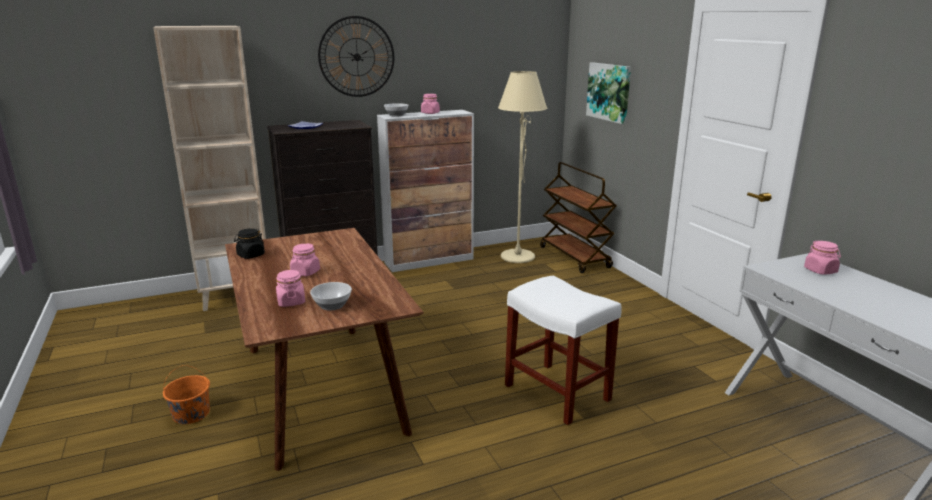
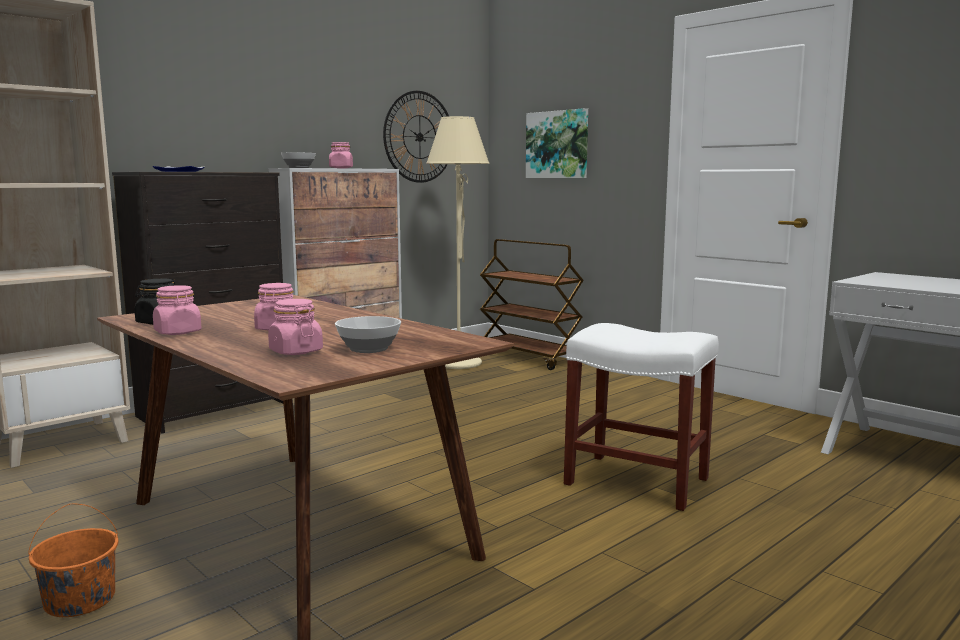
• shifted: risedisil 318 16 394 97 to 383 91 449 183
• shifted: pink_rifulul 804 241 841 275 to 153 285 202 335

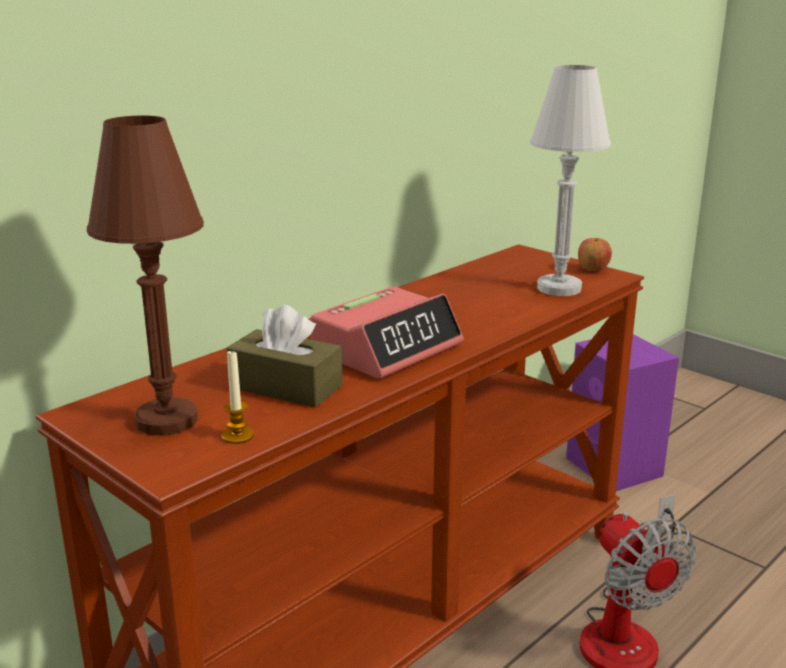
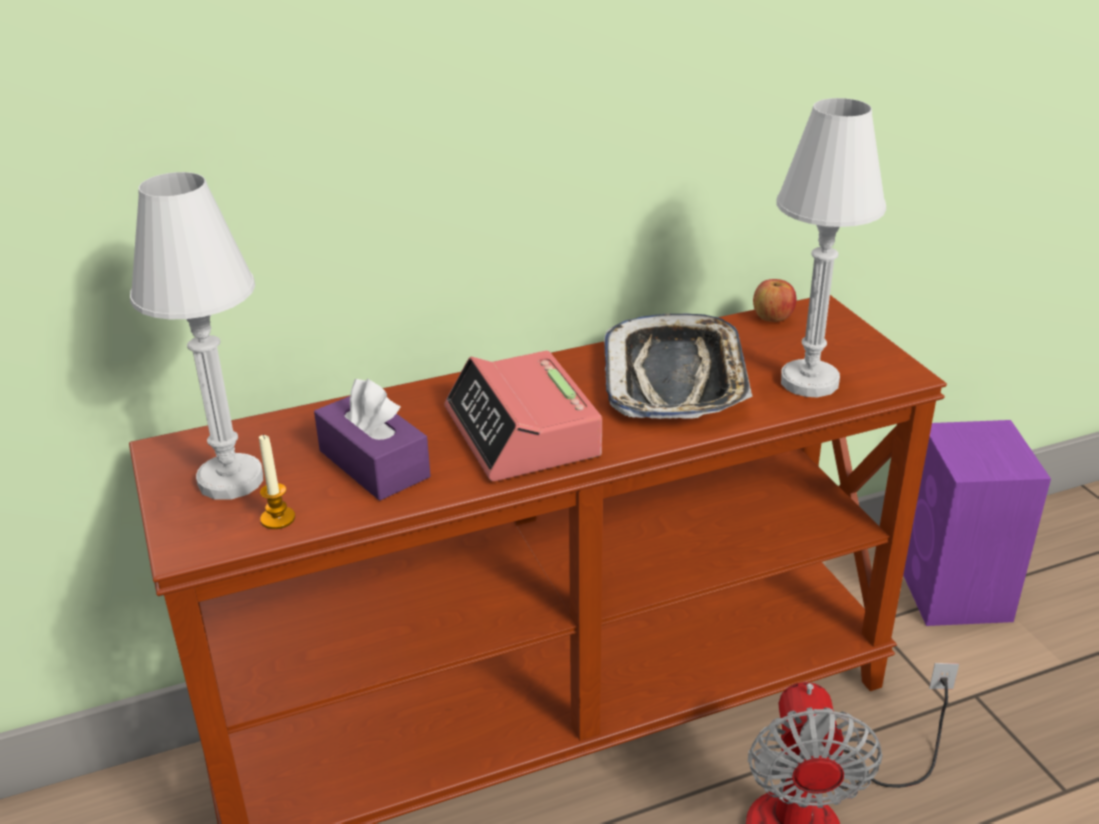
• repainted: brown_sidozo 87 115 204 436 to white_sidozo 130 172 263 500
• shifted: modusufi 578 238 612 271 to 753 279 796 322
• rotated: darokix 311 286 464 379 = 444 350 602 481 90 degrees clockwise
• repainted: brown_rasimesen 226 304 343 408 to purple_rasimesen 314 379 431 501
• new: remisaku 604 313 753 419

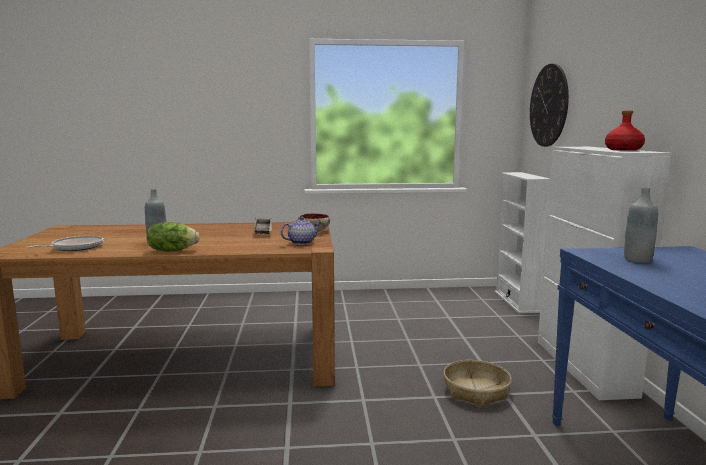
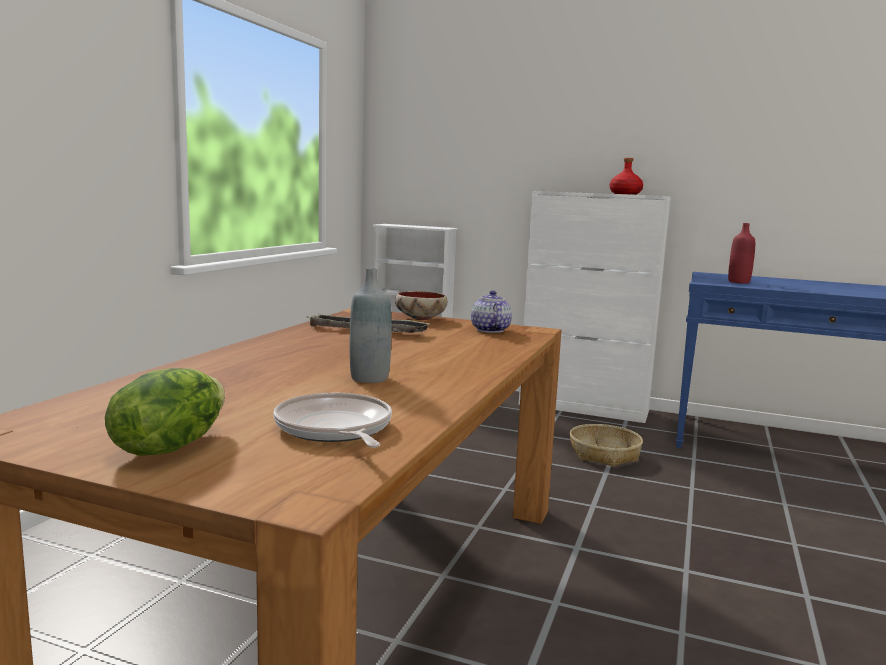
• gone: risedisil 530 64 569 147
• repainted: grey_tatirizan 624 187 658 263 to red_tatirizan 728 223 755 284
• shifted: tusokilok 147 222 200 251 to 105 368 225 456

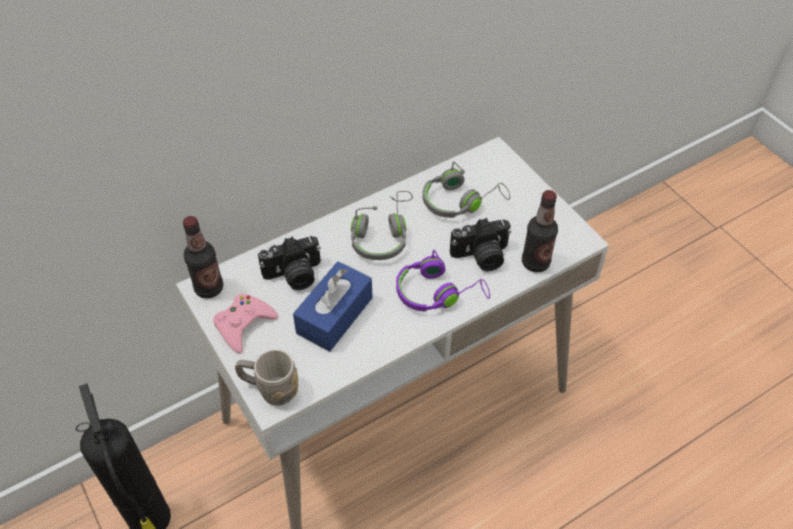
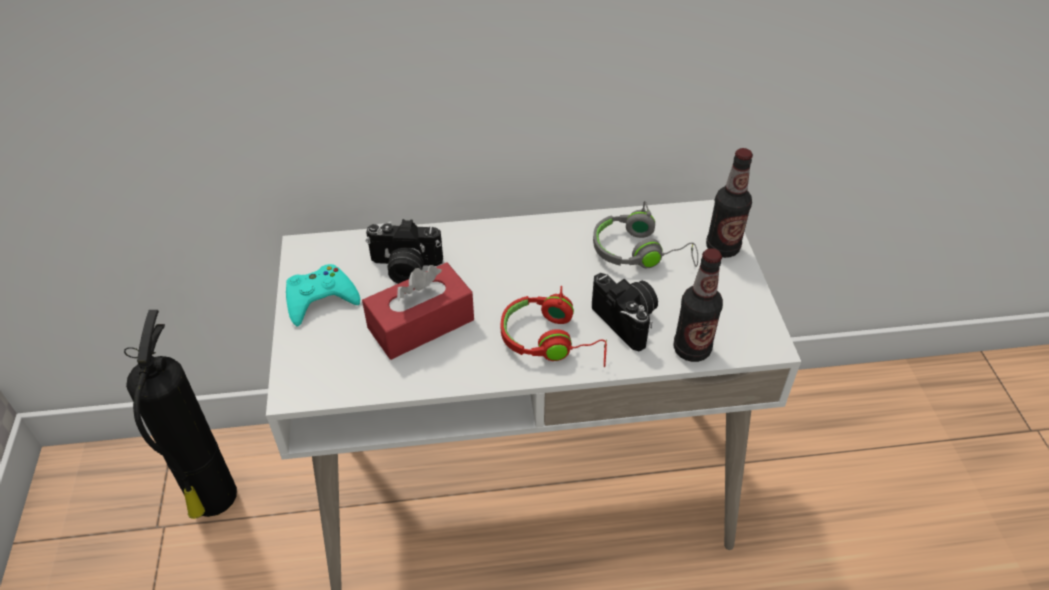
• gone: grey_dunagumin 351 191 413 260
• shifted: tatirizan 183 216 223 298 to 706 148 753 258
• rotated: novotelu 450 218 511 271 = 592 273 658 352 135 degrees counterclockwise
• repainted: purple_dunagumin 396 250 490 312 to red_dunagumin 501 286 607 367
• repainted: blue_rasimesen 293 261 372 352 to red_rasimesen 362 262 474 360
• repainted: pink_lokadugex 213 294 278 354 to turquoise_lokadugex 286 264 360 327
• gone: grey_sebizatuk 235 349 298 406

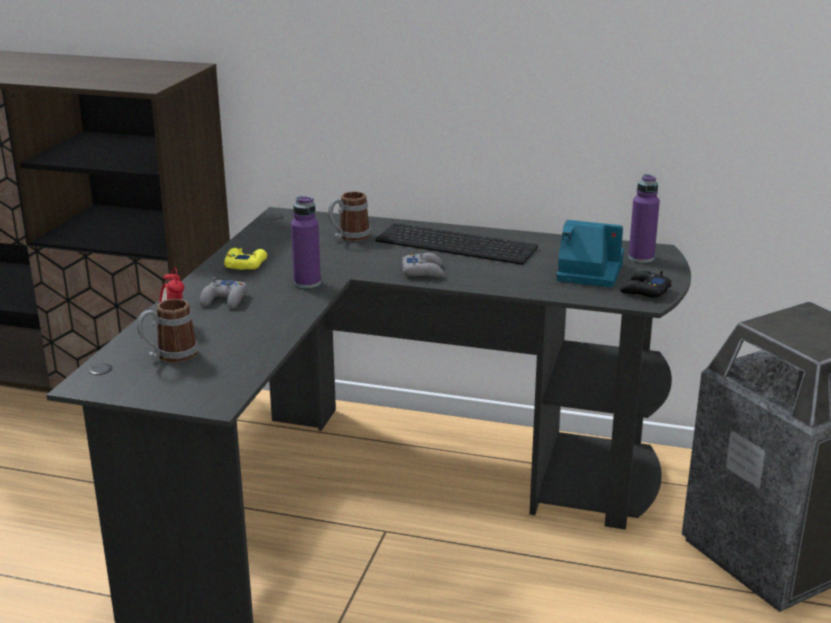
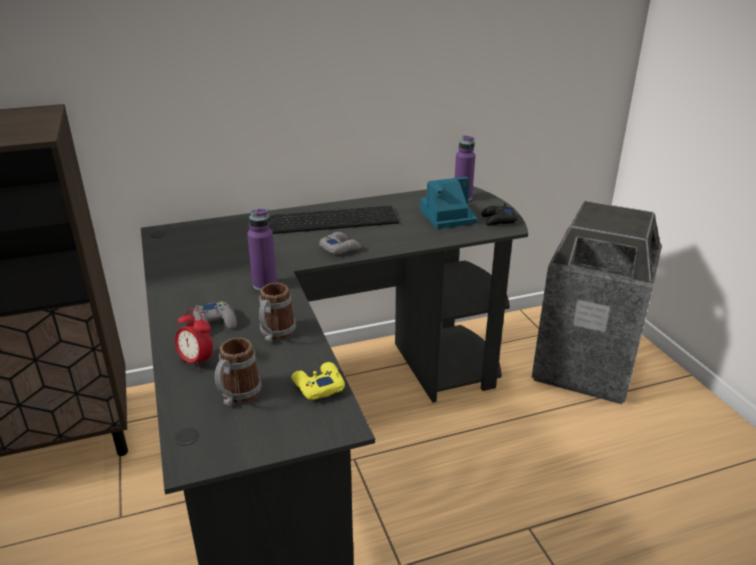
• shifted: sebizatuk 328 191 371 241 to 259 283 296 341
• shifted: yellow_lokadugex 224 248 267 270 to 292 362 345 400

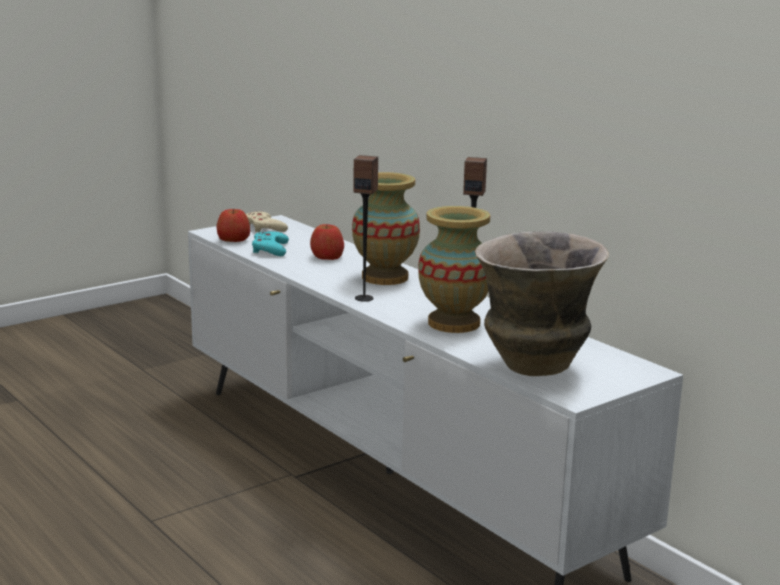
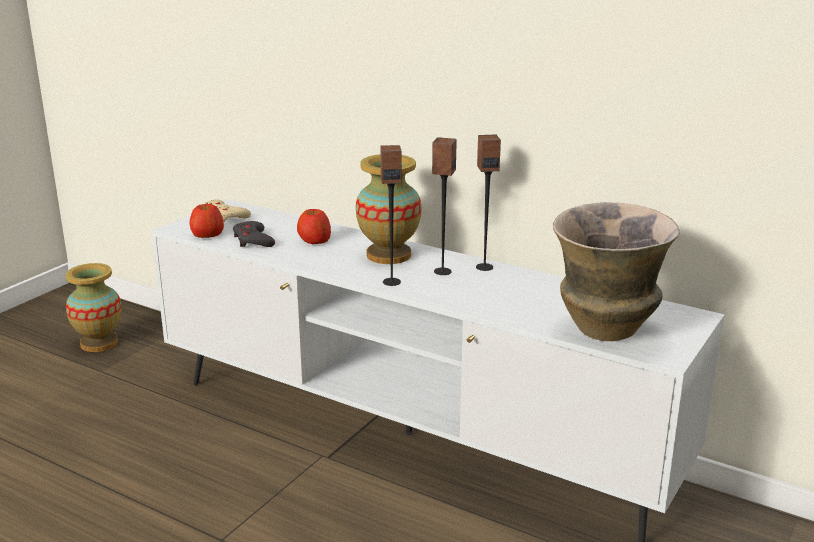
• shifted: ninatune 418 206 490 333 to 66 263 122 352
• repainted: turquoise_lokadugex 252 231 289 256 to grey_lokadugex 233 221 275 247
• new: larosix 432 137 457 275

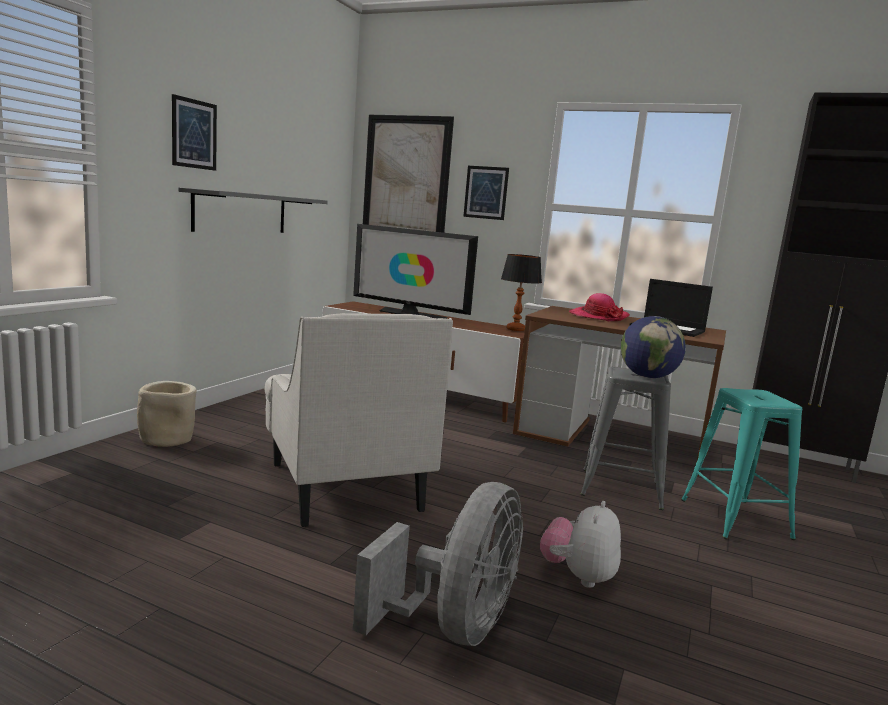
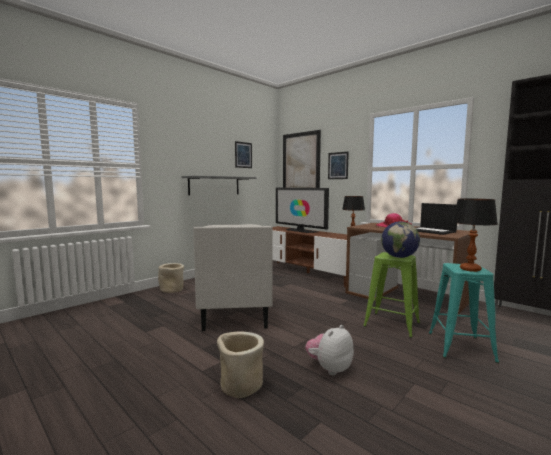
• shifted: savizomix 172 94 217 171 to 235 141 252 168
• repainted: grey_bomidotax 580 367 671 510 to green_bomidotax 363 252 420 338
• swapped: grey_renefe 353 482 523 646 to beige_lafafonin 217 331 264 398
• new: sidozo 452 199 498 272

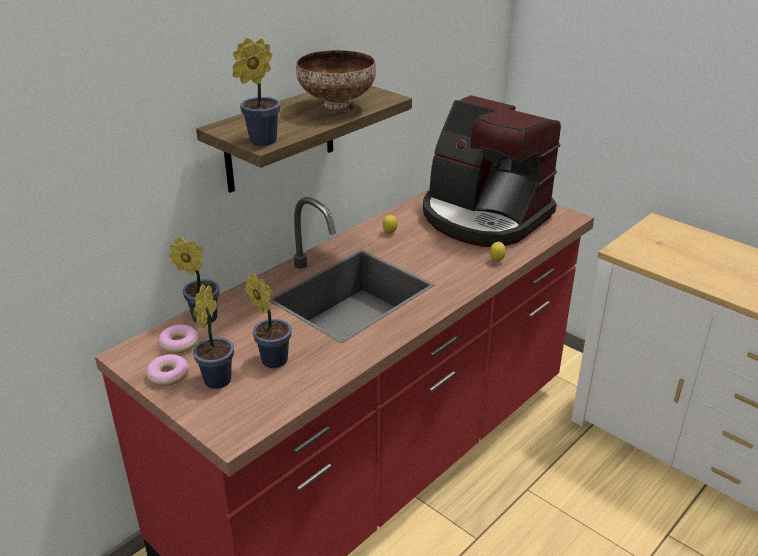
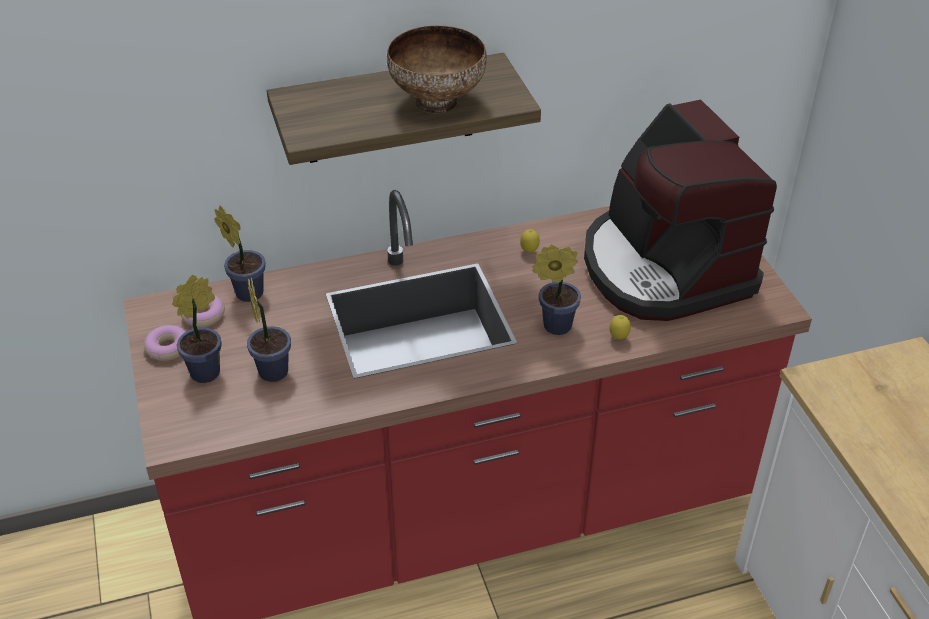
• shifted: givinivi 232 38 280 146 to 532 245 581 335

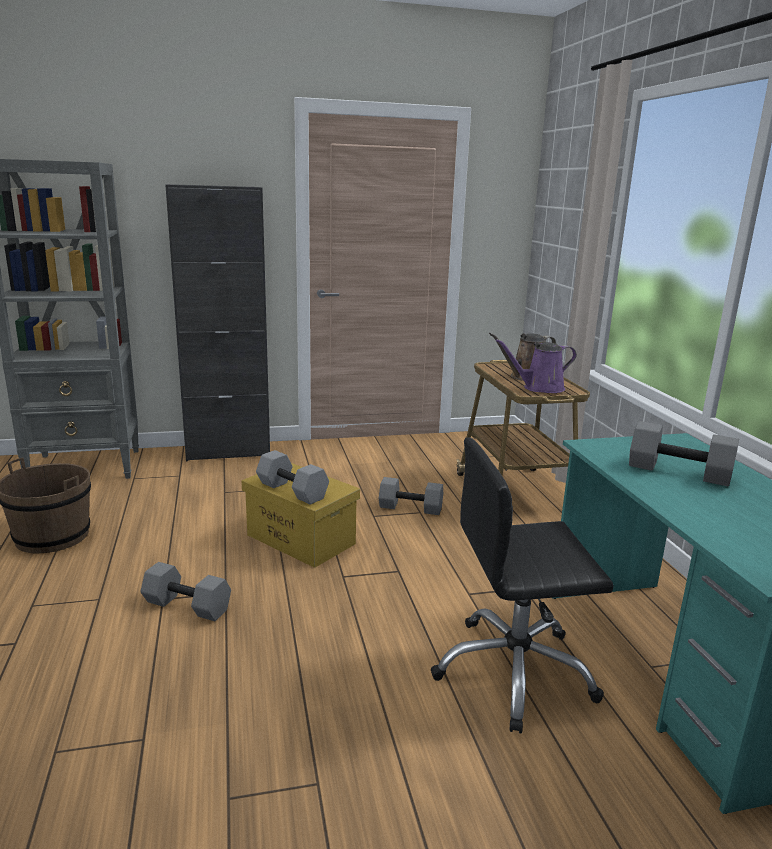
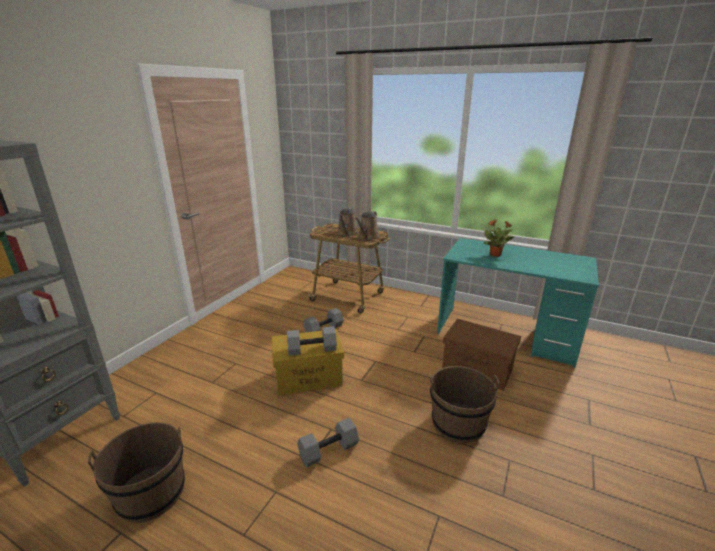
• gone: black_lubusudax 165 184 270 461
• repainted: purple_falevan 495 339 577 393 to brown_falevan 355 211 380 240
• swapped: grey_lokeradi 629 421 739 487 to givinivi 484 220 514 257
• swapped: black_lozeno 431 437 614 733 to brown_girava 442 319 521 391
• new: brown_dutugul 430 366 500 443

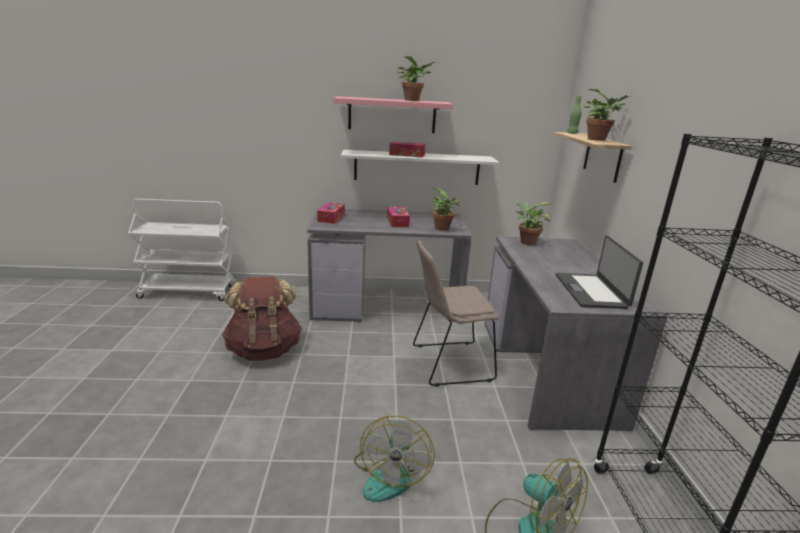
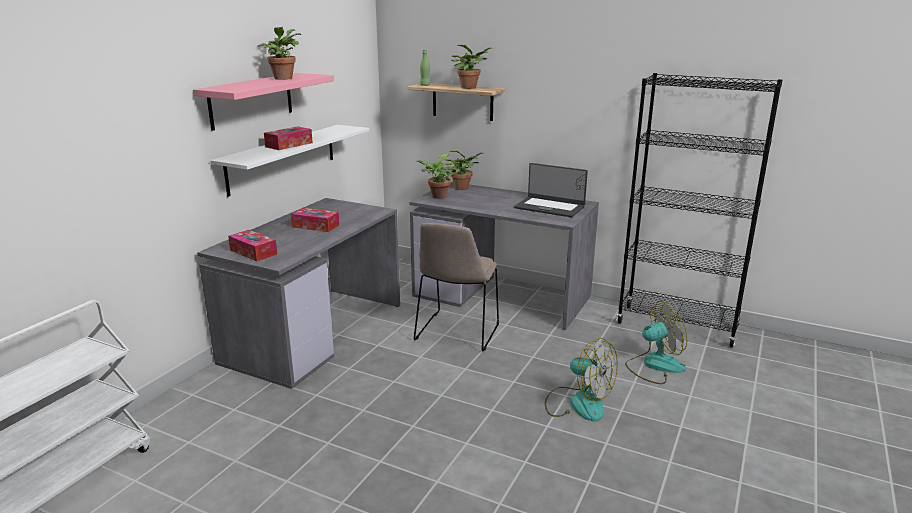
• shifted: givinivi 431 188 461 231 to 444 150 484 190
• gone: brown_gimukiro 222 276 302 361

